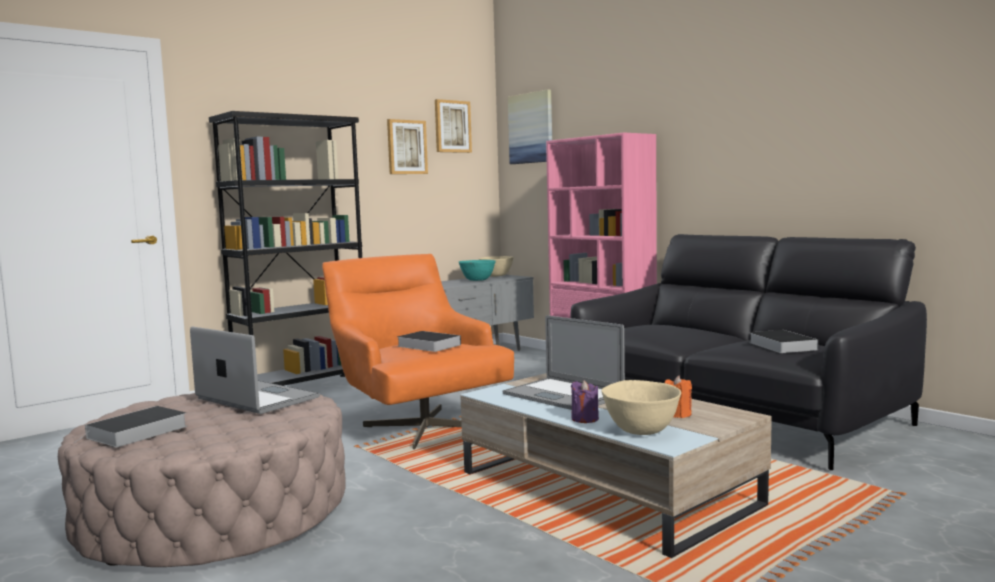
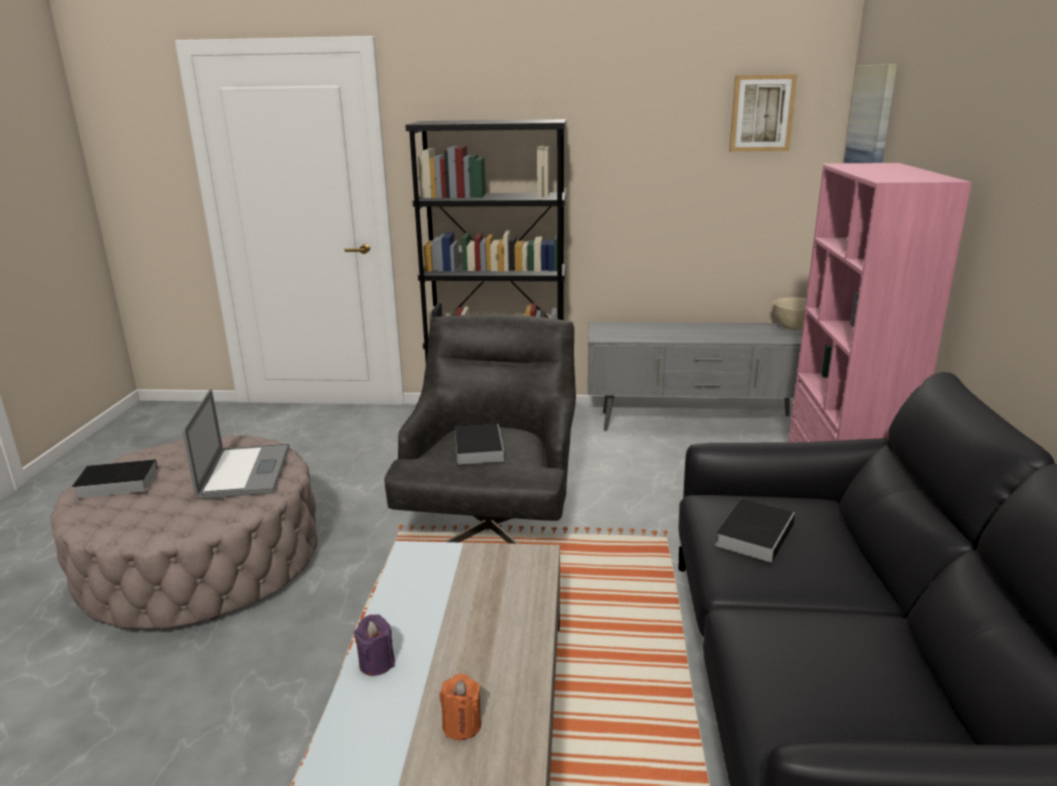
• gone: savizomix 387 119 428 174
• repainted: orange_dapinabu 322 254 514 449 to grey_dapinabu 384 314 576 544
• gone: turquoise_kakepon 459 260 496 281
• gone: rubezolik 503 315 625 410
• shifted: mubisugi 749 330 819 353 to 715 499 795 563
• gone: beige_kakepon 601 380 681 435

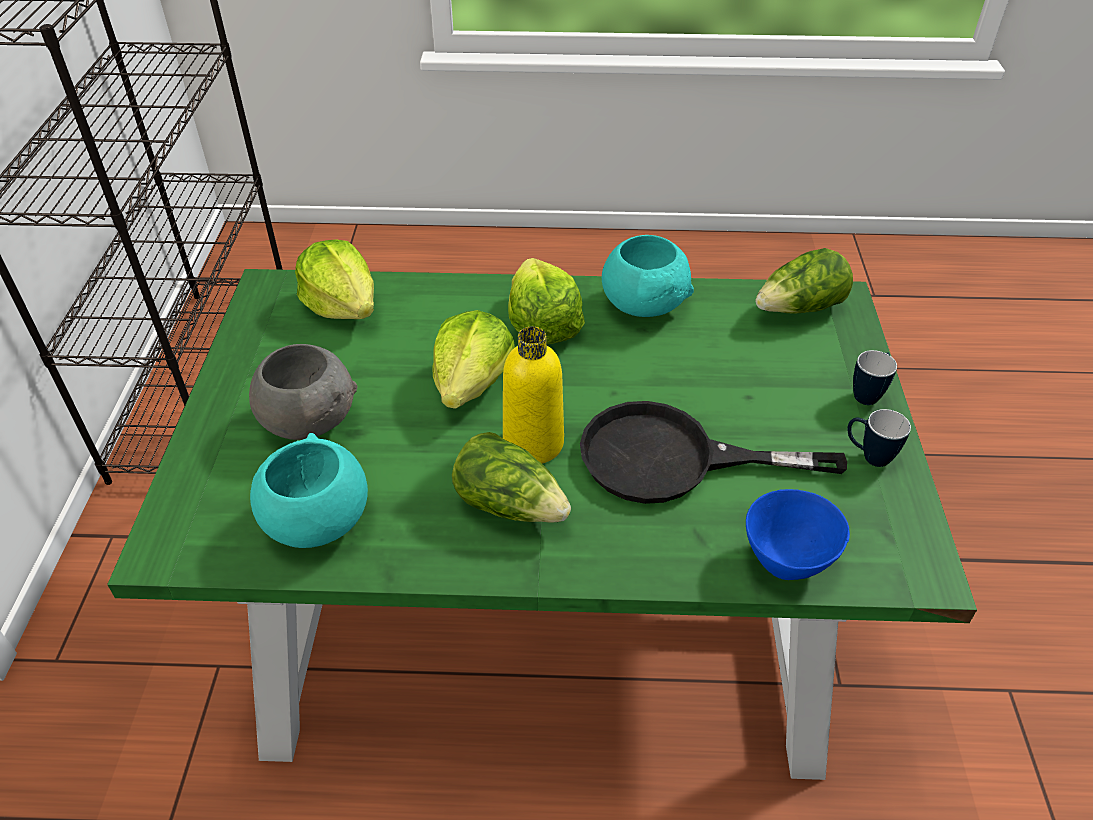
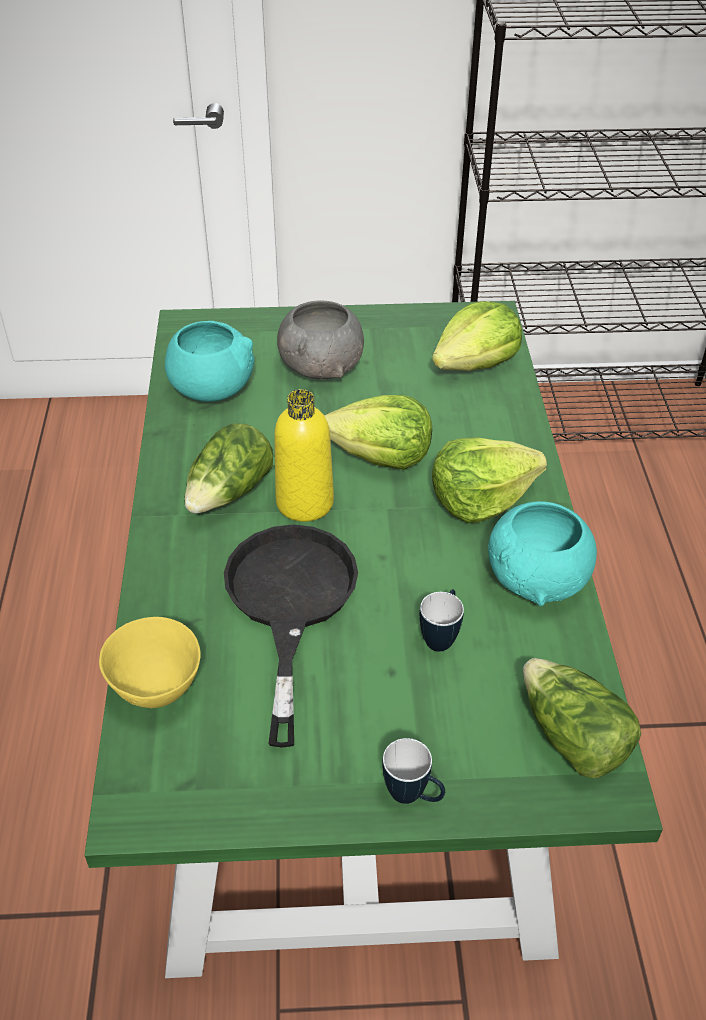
• shifted: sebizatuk 847 409 911 467 to 420 589 464 652
• repainted: blue_kakepon 746 489 850 580 to yellow_kakepon 99 617 201 708

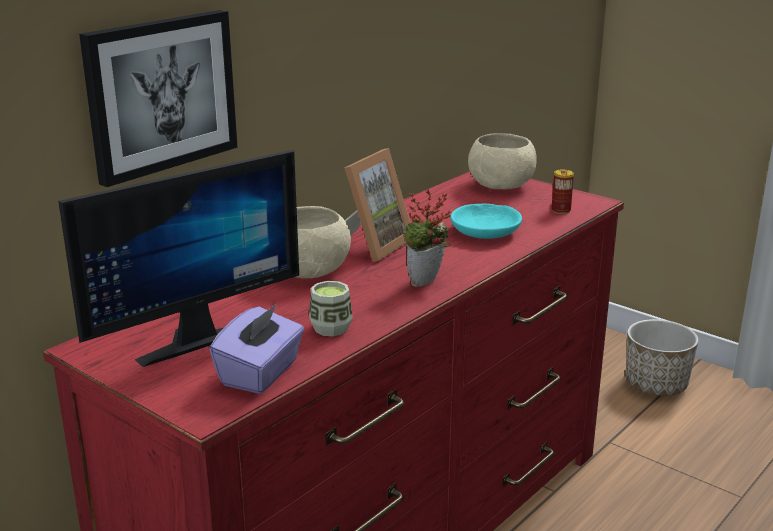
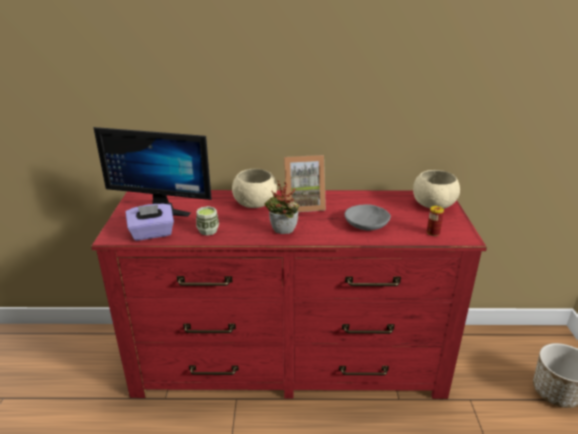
• gone: savizomix 79 10 237 187
• repainted: turquoise_kakepon 450 203 522 239 to grey_kakepon 345 204 391 230

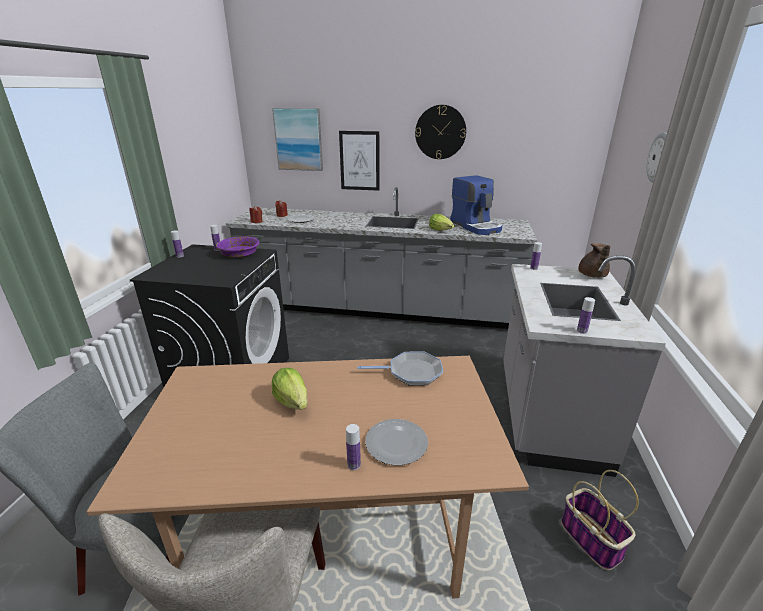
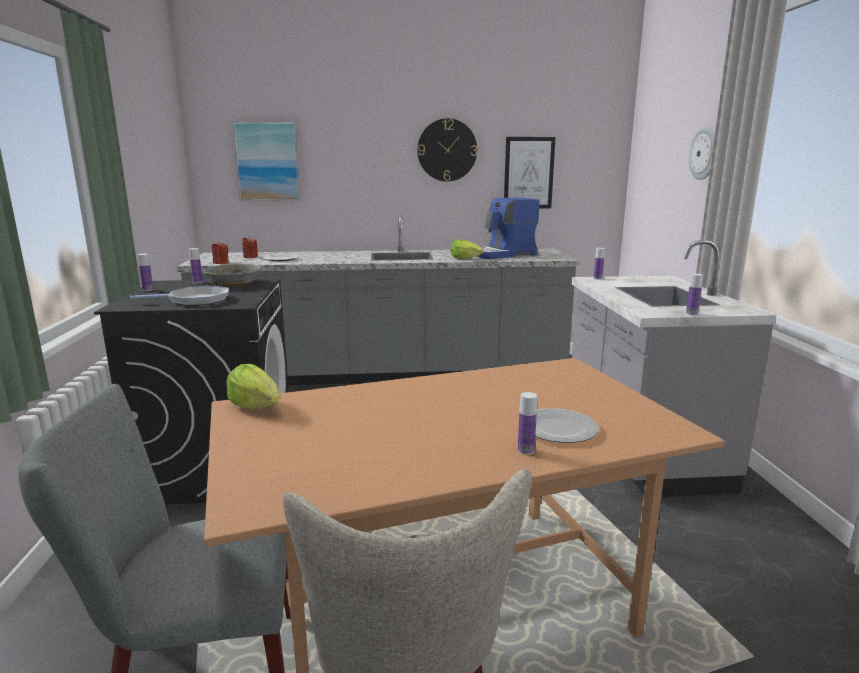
• shifted: savizomix 339 131 379 191 to 504 137 556 209
• rotated: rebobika 450 175 502 235 = 476 197 540 259 105 degrees clockwise
• repainted: purple_kakepon 216 236 260 257 to grey_kakepon 202 263 261 287
• gone: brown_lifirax 578 243 610 278
• shifted: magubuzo 357 352 443 386 to 130 286 229 306
• shifted: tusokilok 272 368 307 410 to 226 363 280 409
• gone: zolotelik 561 470 638 570

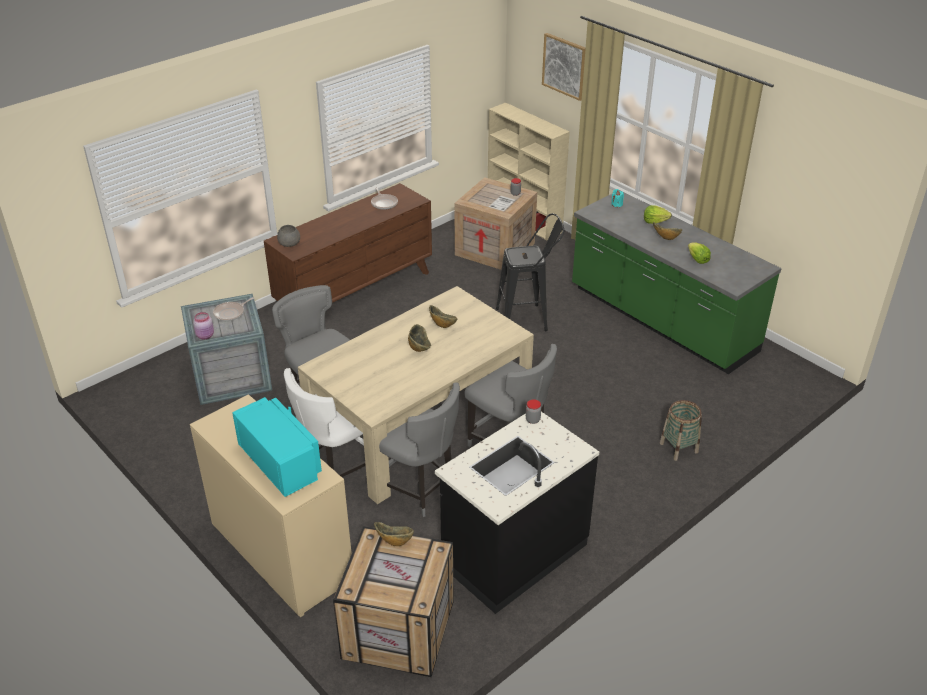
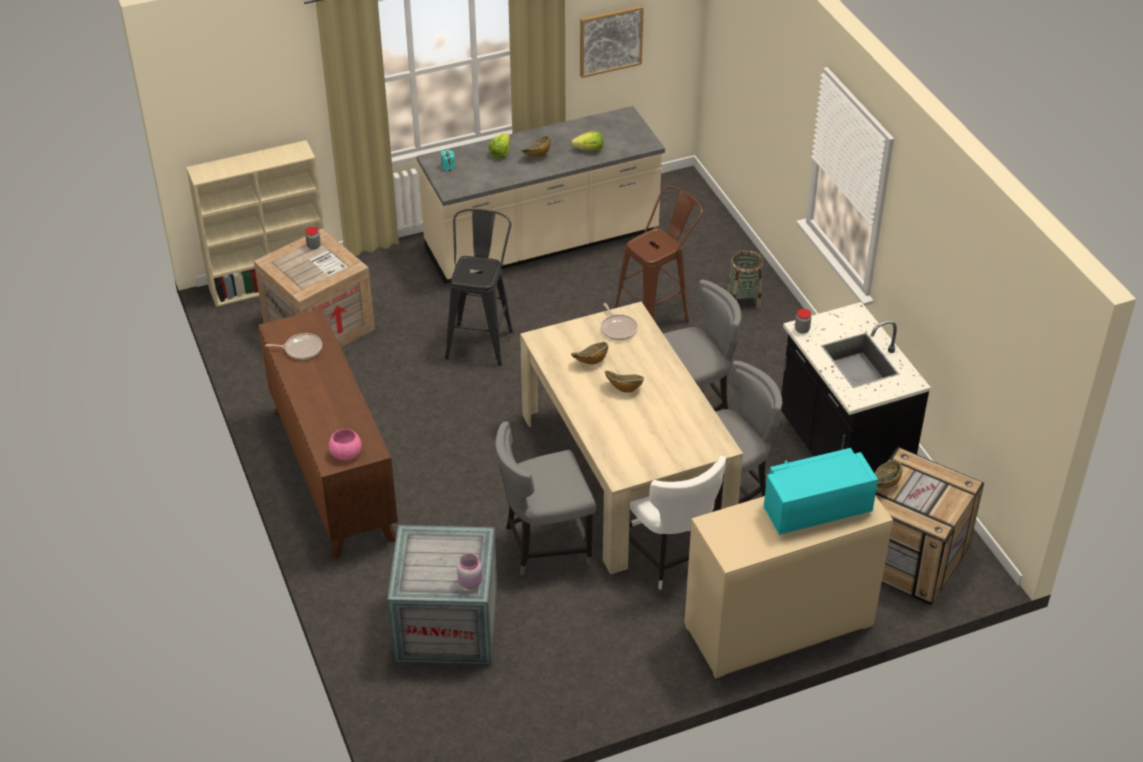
• shifted: savizomix 542 33 586 101 to 580 5 644 78
• repainted: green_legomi 572 192 782 374 to beige_legomi 417 106 665 284
• repainted: grey_kakepon 277 225 300 247 to pink_kakepon 329 429 362 460
• shifted: magubuzo 213 297 254 321 to 601 303 638 340
• new: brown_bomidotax 614 186 703 323

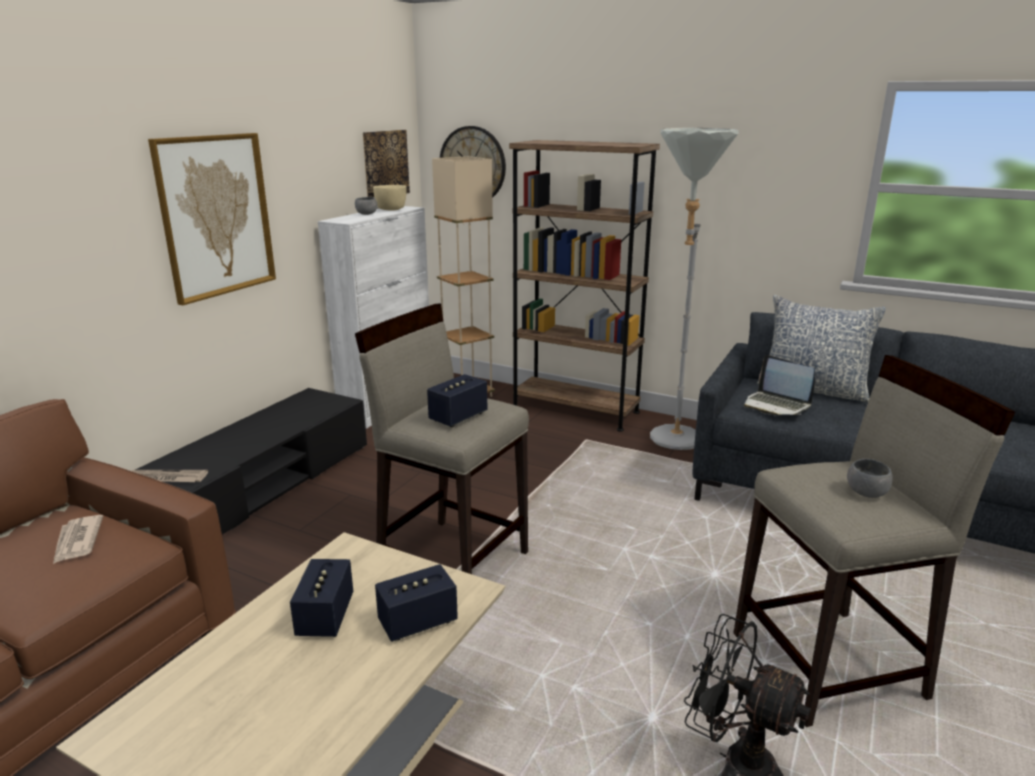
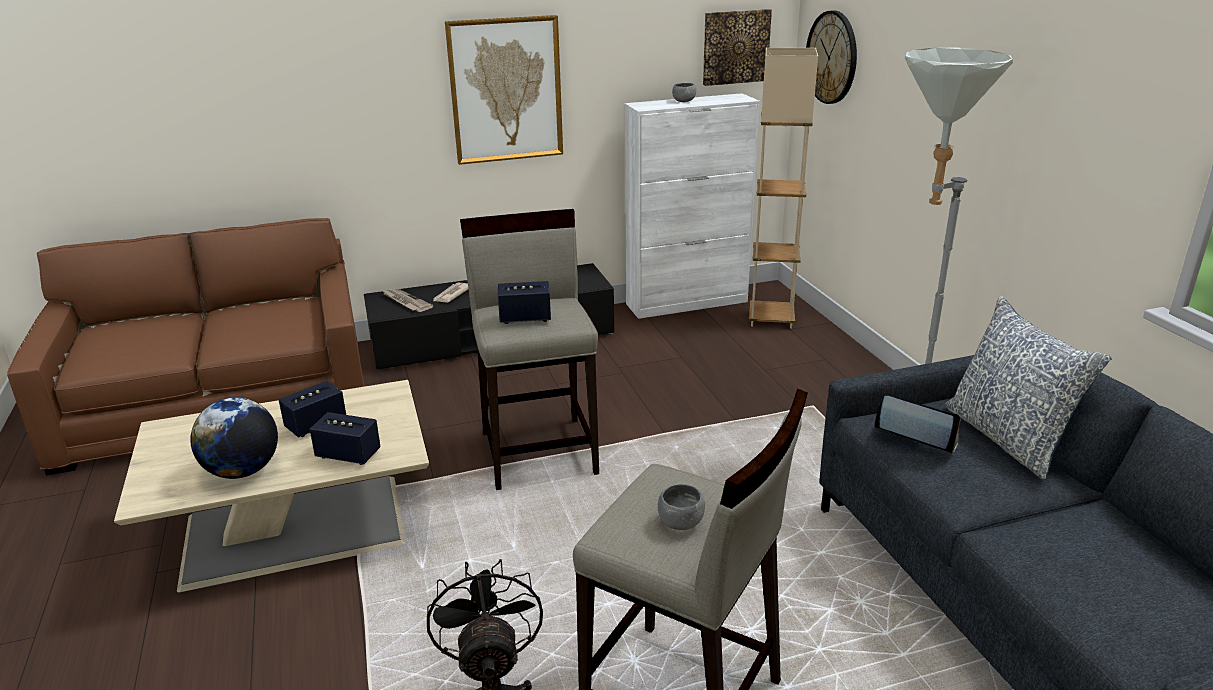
• gone: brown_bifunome 509 140 660 432
• gone: beige_kakepon 373 185 407 211
• rotated: rubezolik 744 355 815 416 = 874 396 960 455 120 degrees clockwise
• shifted: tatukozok 53 515 103 564 to 433 282 468 303
• new: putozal 190 398 278 479

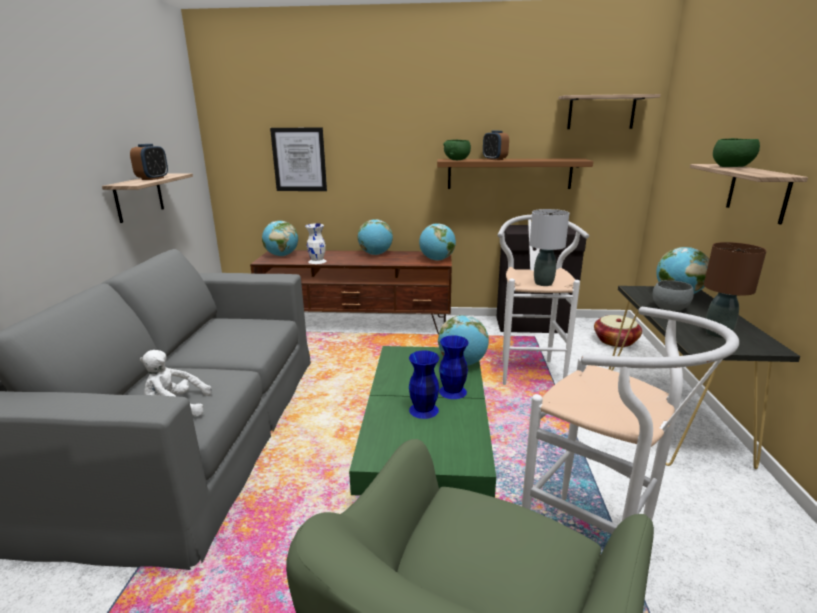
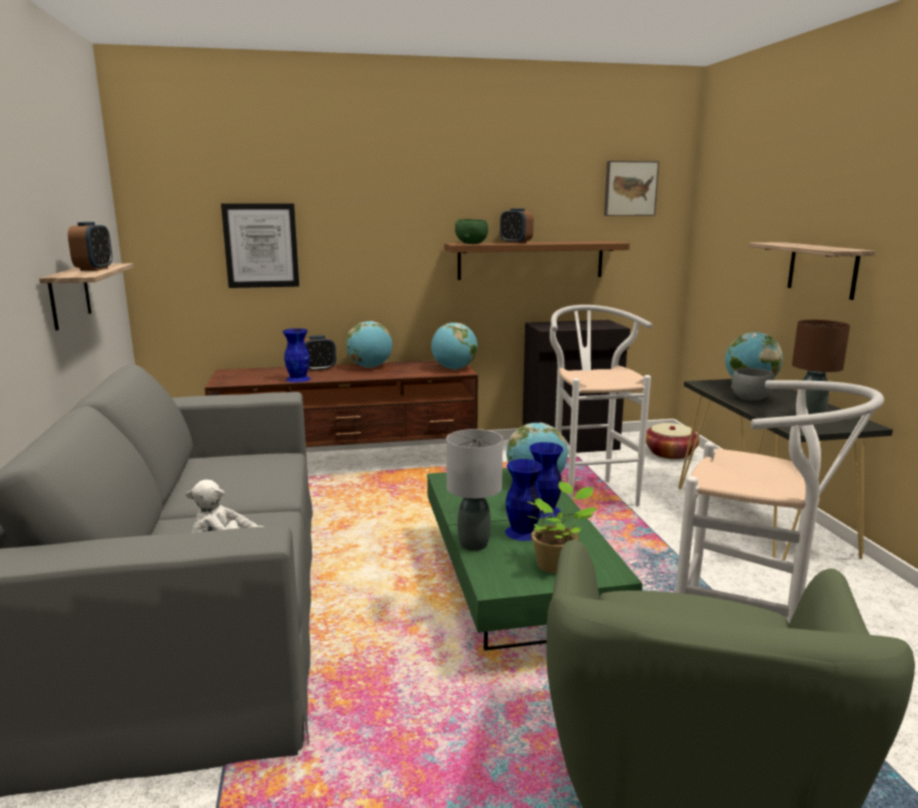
• swapped: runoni 559 94 661 129 to savizomix 604 161 659 216
• gone: green_kakepon 713 138 760 167
• shifted: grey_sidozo 529 209 569 286 to 446 429 503 551
• gone: putozal 262 221 298 256
• repainted: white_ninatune 305 223 327 264 to blue_ninatune 283 328 311 382
• new: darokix 304 335 336 372
• new: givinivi 527 481 597 573

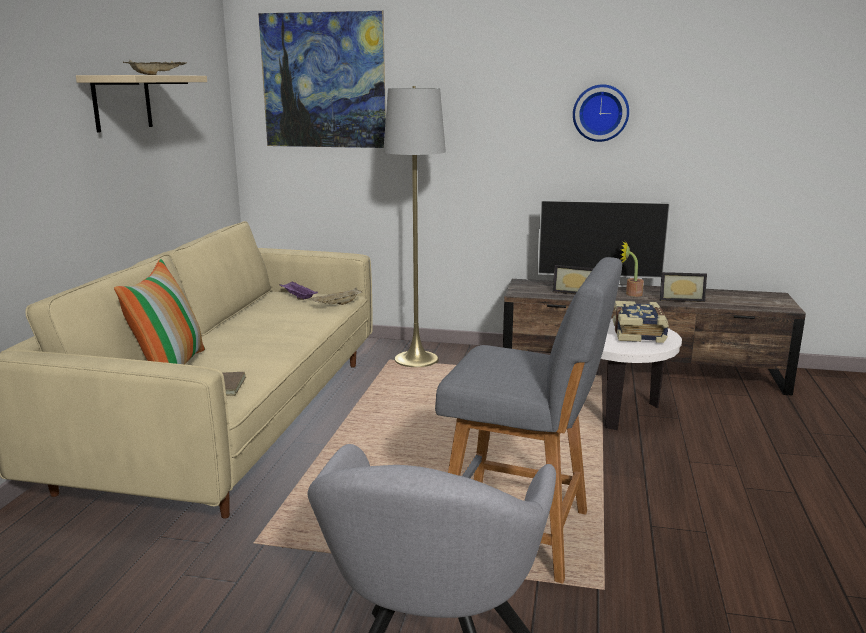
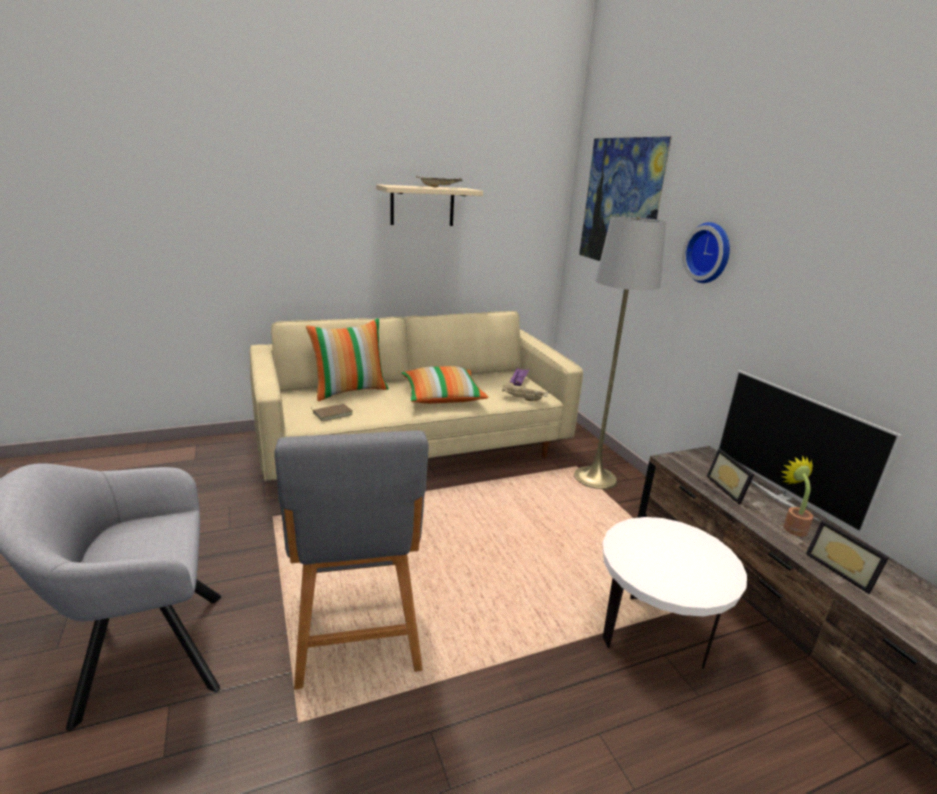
• shifted: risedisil 573 84 629 142 to 682 222 730 283
• gone: mubisugi 613 301 669 343
• new: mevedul 401 366 489 404

